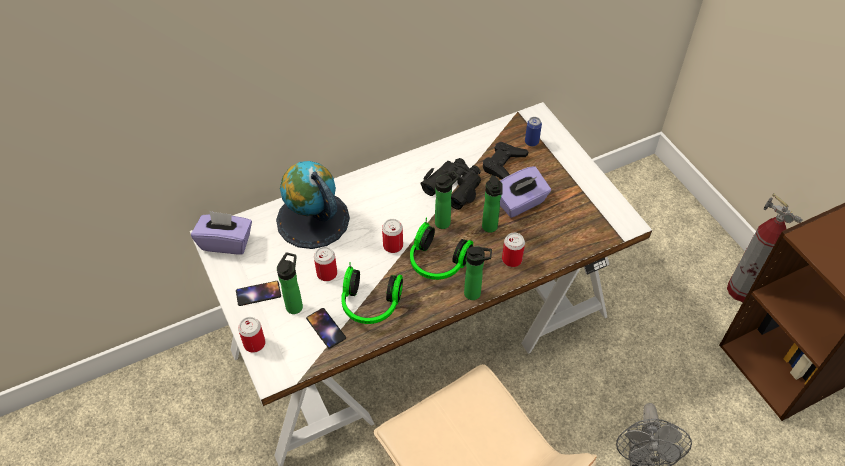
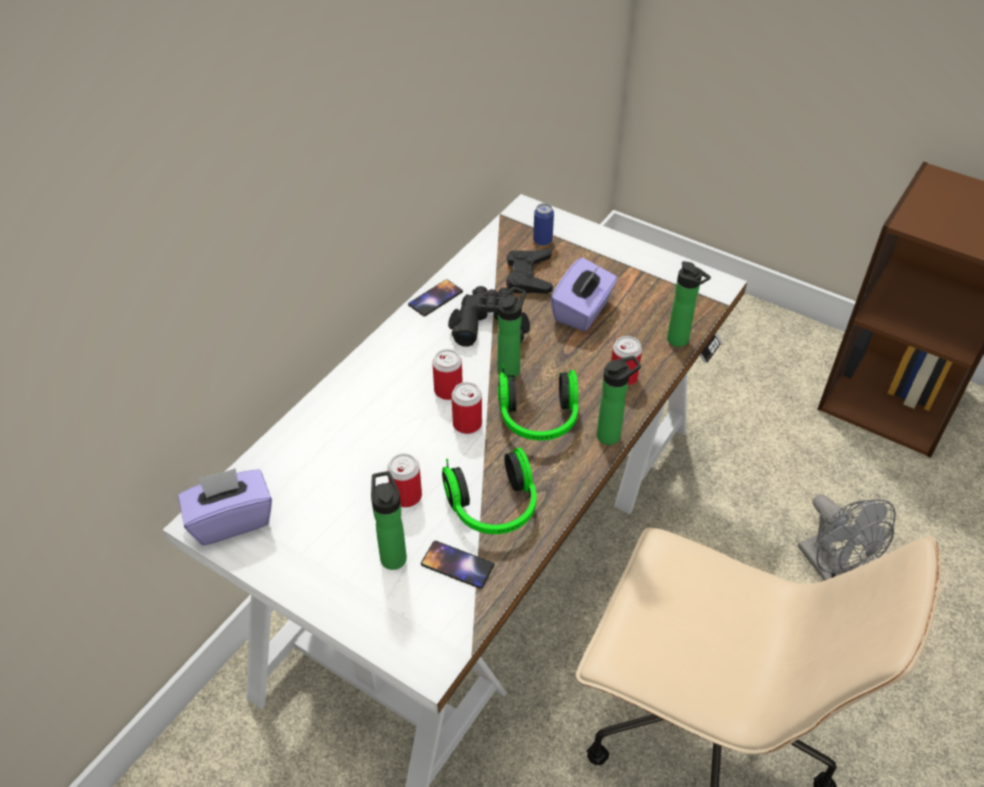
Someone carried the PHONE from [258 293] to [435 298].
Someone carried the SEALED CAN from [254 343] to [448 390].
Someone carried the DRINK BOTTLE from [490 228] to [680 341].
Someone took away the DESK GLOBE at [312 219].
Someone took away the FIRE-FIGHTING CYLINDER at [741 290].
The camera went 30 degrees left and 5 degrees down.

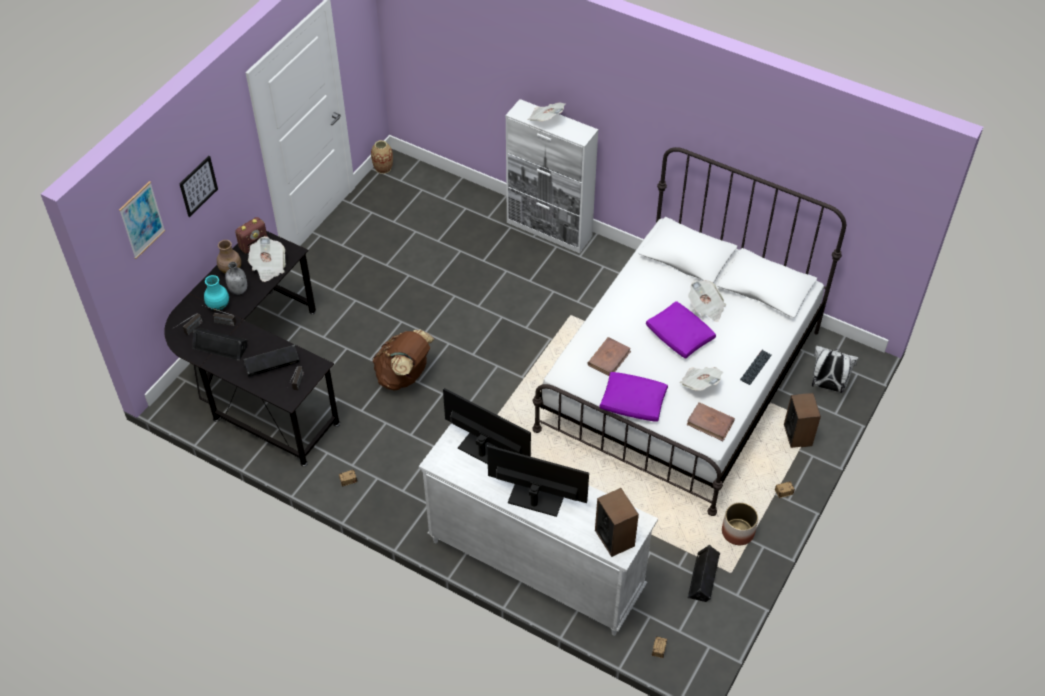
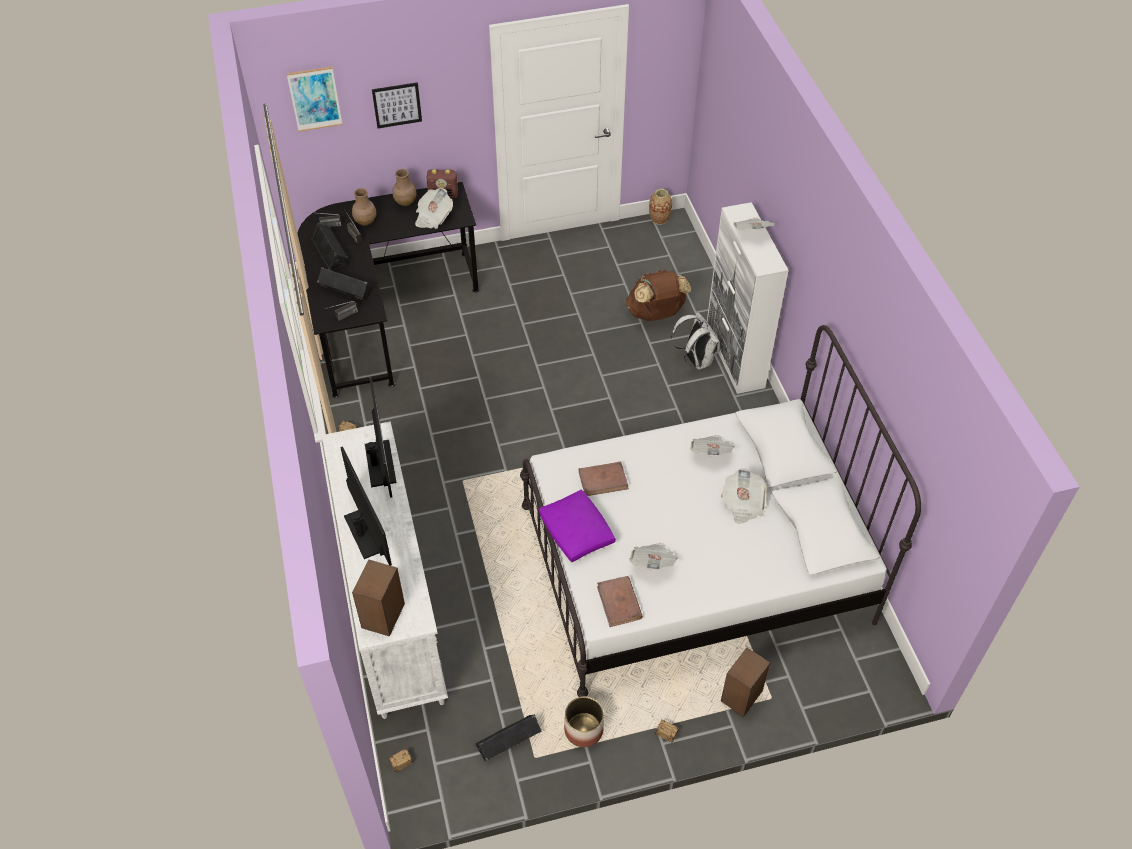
Someone repainted the TURQUOISE-COLOURED VASE at [218 306], which became the BROWN-COLOURED VASE at [365 221].
Someone carried the BROWN-COLOURED RUCKSACK from [404 376] to [655 314].
Someone carried the WHITE-COLOURED RUCKSACK from [827 386] to [695 360].
Someone put down the NEWSPAPER at [710 452].
Someone took away the GRAY DRINK BOTTLE at [239 290].
Someone took away the PURPLISH PILLOW at [680 336].
Someone took away the COMPUTER KEYBOARD at [755 367].
The camera went 45 degrees right and 0 degrees up.

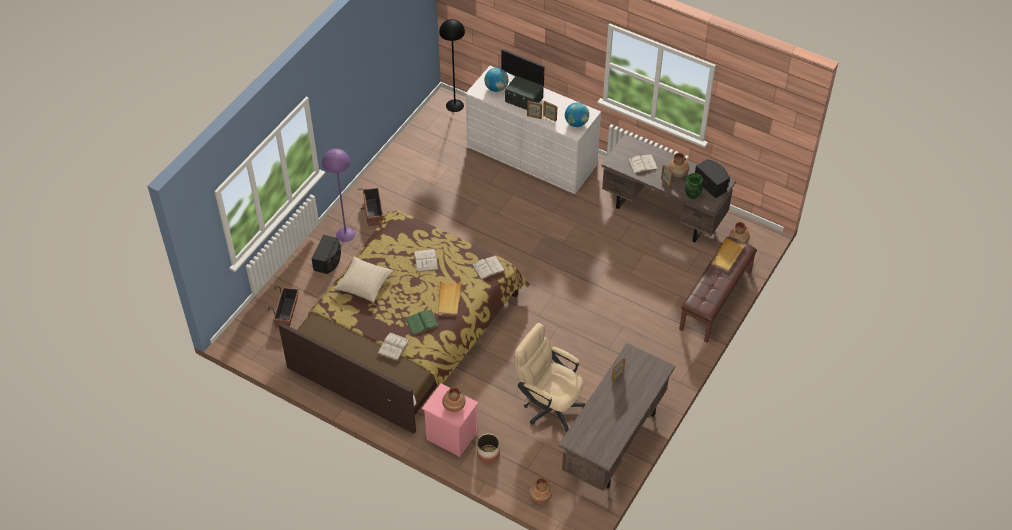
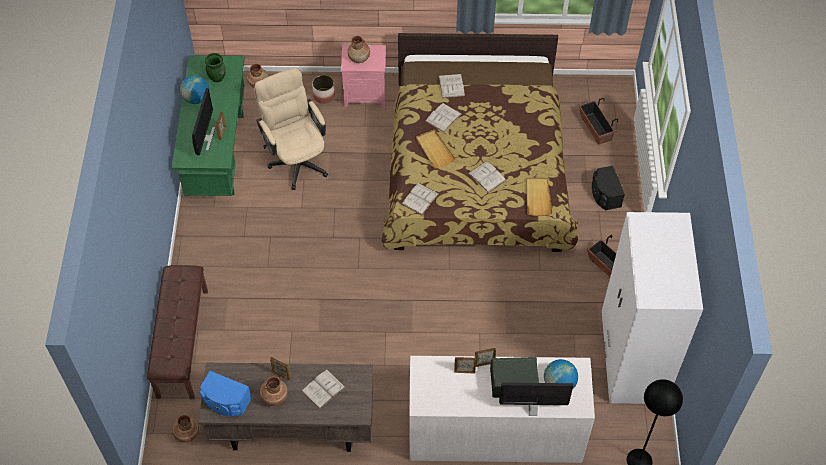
Someone repainted the BROWN-COLOURED DESK UNIT at [614 442], which became the GREENISH DESK UNIT at [218 153].
Someone carried the DESK GLOBE from [576 123] to [196 99].
Someone put down the COMPUTER DISPLAY at [205 138].
Someone repainted the BLACK-COLOURED SPEAKER at [712 184], which became the BLUISH SPEAKER at [226 401].
Someone carried the GREENISH VASE from [692 195] to [217 78].
Someone rotated the BEIGE OFFICE CHAIR at [549 404] by 120 degrees counterclockwise.
Someone repainted the GREENISH VOLUME at [422 322], which became the WHITE-COLOURED VOLUME at [443 117].
Someone carried the BEIGE TRAY from [727 255] to [538 197].
Someone put down the WHITE-COLOURED WARDROBE at [632 358].
Someone took away the PURPLISH STANDING LAMP at [345 234].
Someone took away the BEIGE PILLOW at [364 283].
The camera went 150 degrees right and 5 degrees up.

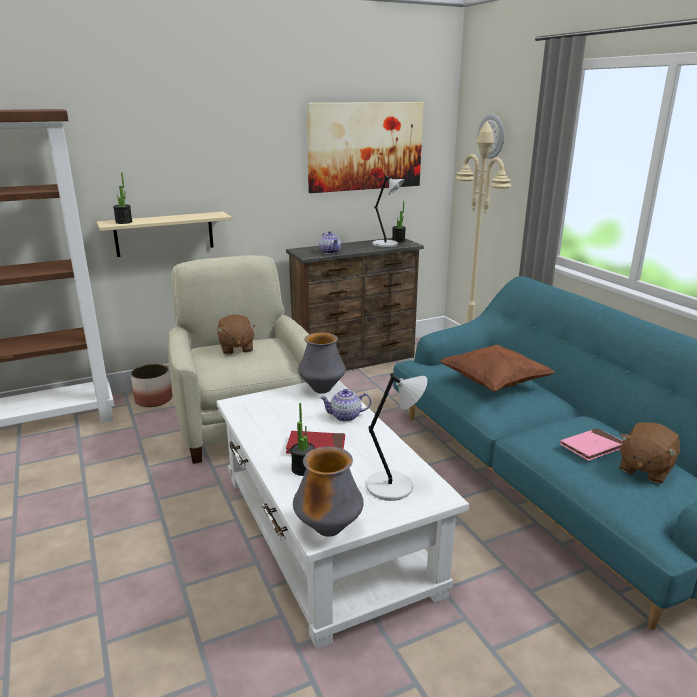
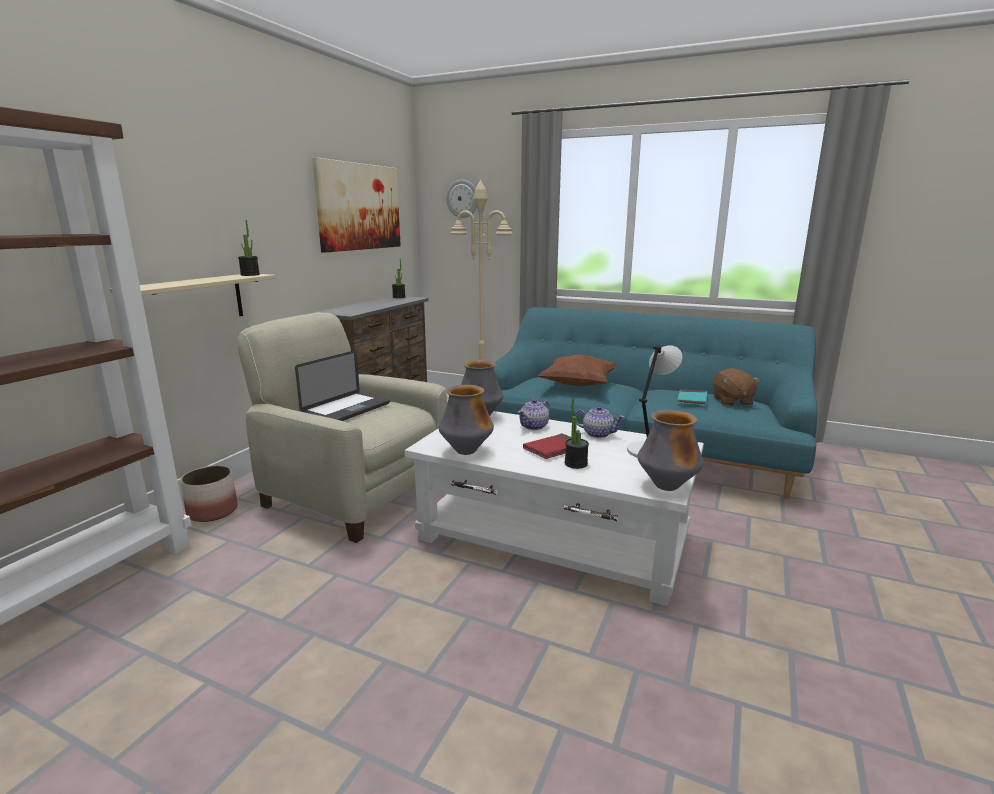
Someone carried the POTTED PLANT from [124 222] to [250 275].
Someone swapped the BROWN-COLOURED SOFT TOY at [236 348] for the PORTABLE COMPUTER at [346 409].
Someone put down the VASE at [466 451].
Someone carried the POT FOR TEA from [330 252] to [597 434].
Someone repainted the PINKISH VOLUME at [592 447], which became the TURQUOISE-COLOURED VOLUME at [692 399].
Someone took away the GRAY TABLE LAMP at [386 244].
The camera went 40 degrees left and 5 degrees down.

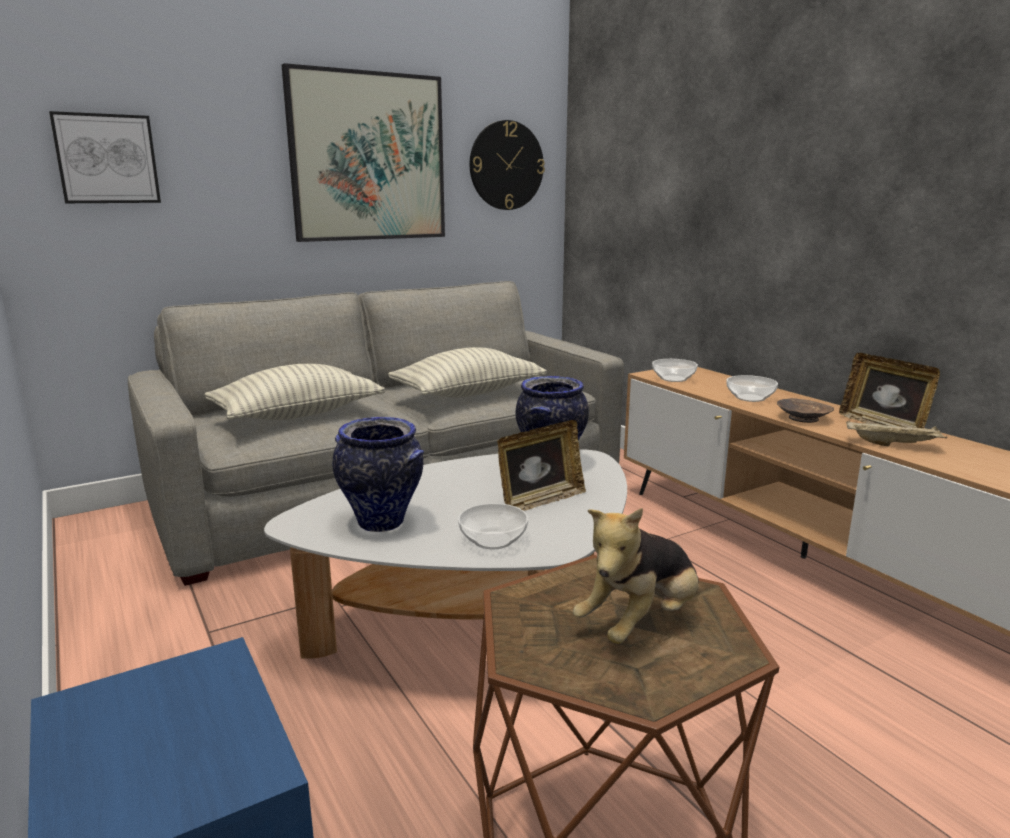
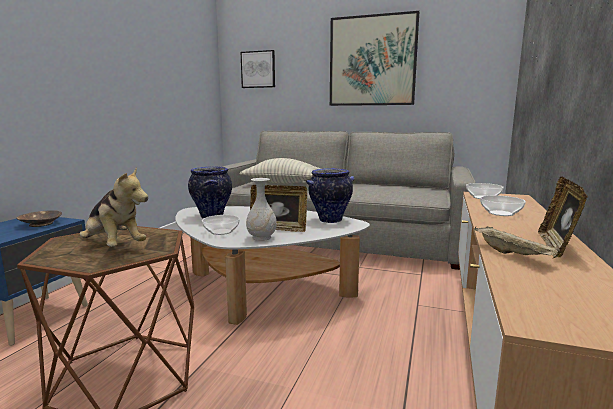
Someone carried the BROWN-COLOURED DEEP DISH from [803 418] to [40 224].
Someone rotated the SOFT TOY at [641 623] by 150 degrees counterclockwise.
Someone put down the WHITE-COLOURED VASE at [262 238].
Someone took away the PILLOW at [468 394].
Someone took away the WALL CLOCK at [506 165].
The camera went 50 degrees right and 5 degrees down.

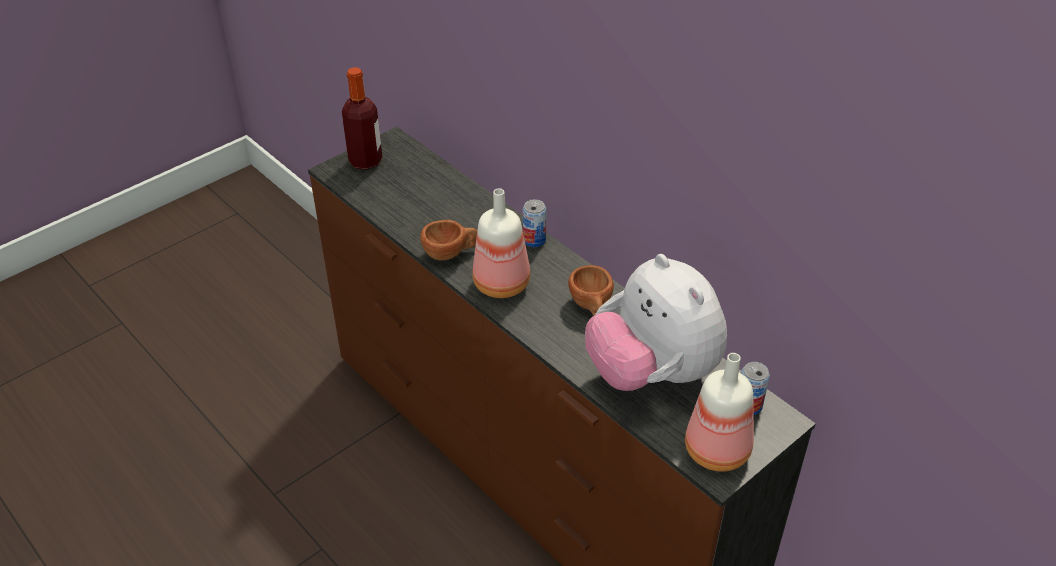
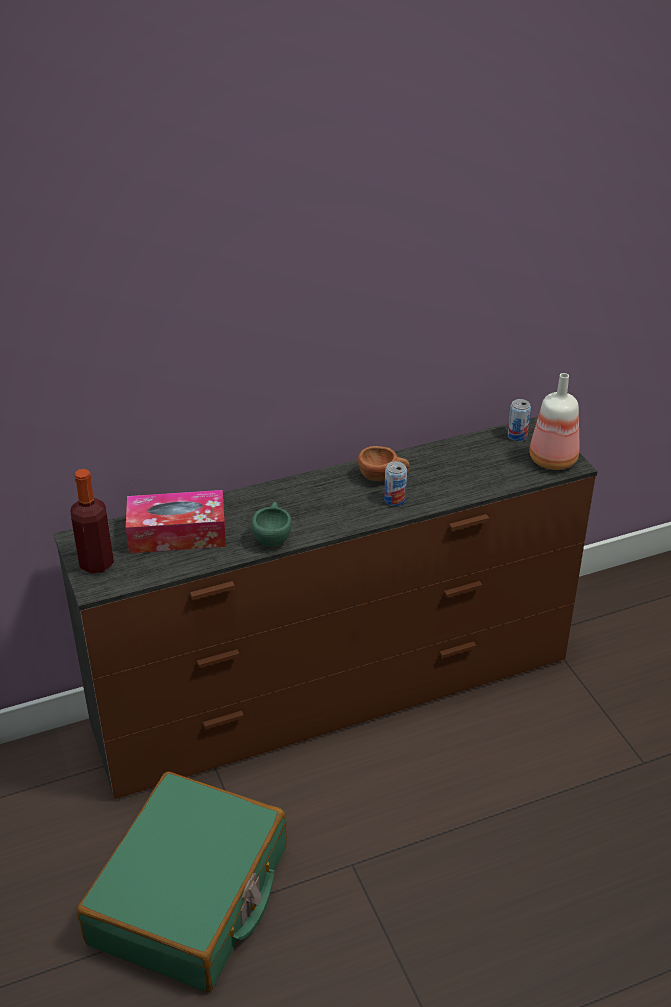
Someone put down the GREENISH SUITCASE at [190 896].
Someone put down the TISSUE BOX at [177 534].
Someone repainted the BROWN-COLOURED DRINKING CUP at [450 253], which became the GREENISH DRINKING CUP at [273 536].
Someone carried the SEALED CAN from [534 240] to [394 500].
Someone took away the DRINK BOTTLE at [502 282].
Someone took away the SOFT TOY at [652 373].
The camera went 70 degrees left and 5 degrees down.

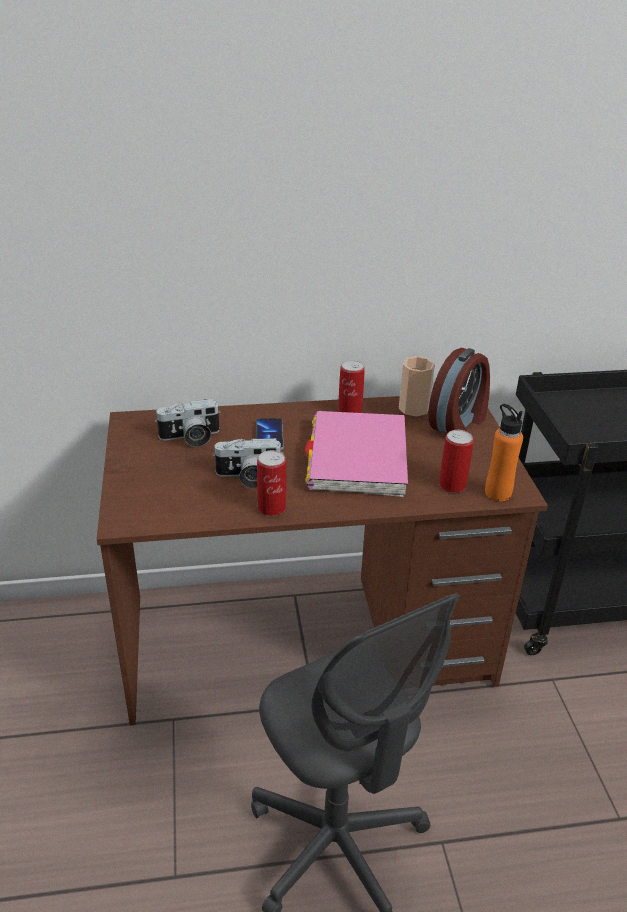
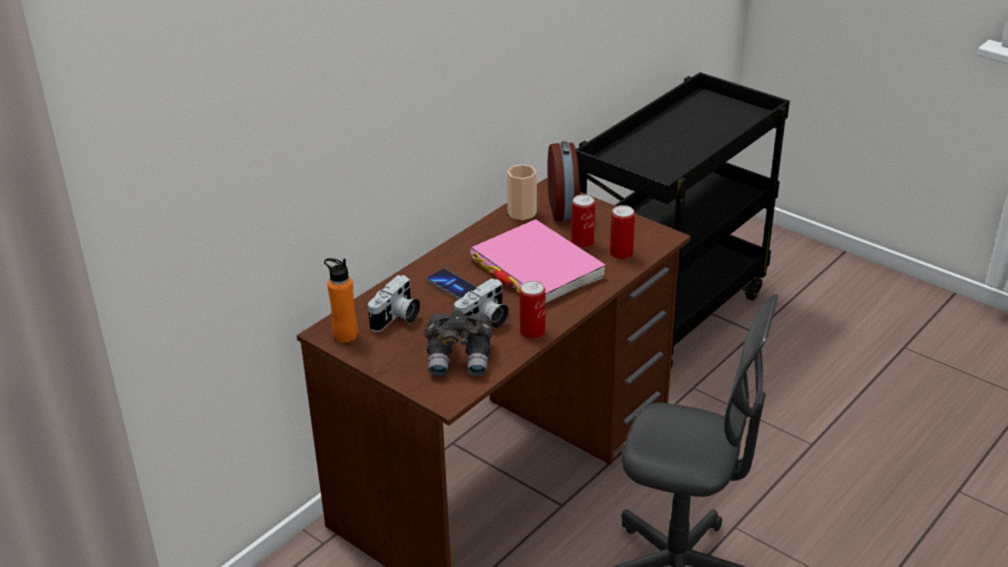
Someone carried the ORANGE-COLOURED DRINK BOTTLE from [497 493] to [345 335].
Someone put down the GRAY FIELD GLASSES at [460 358].
Someone carried the SEALED CAN from [350 410] to [582 242].
The camera went 40 degrees left and 0 degrees up.

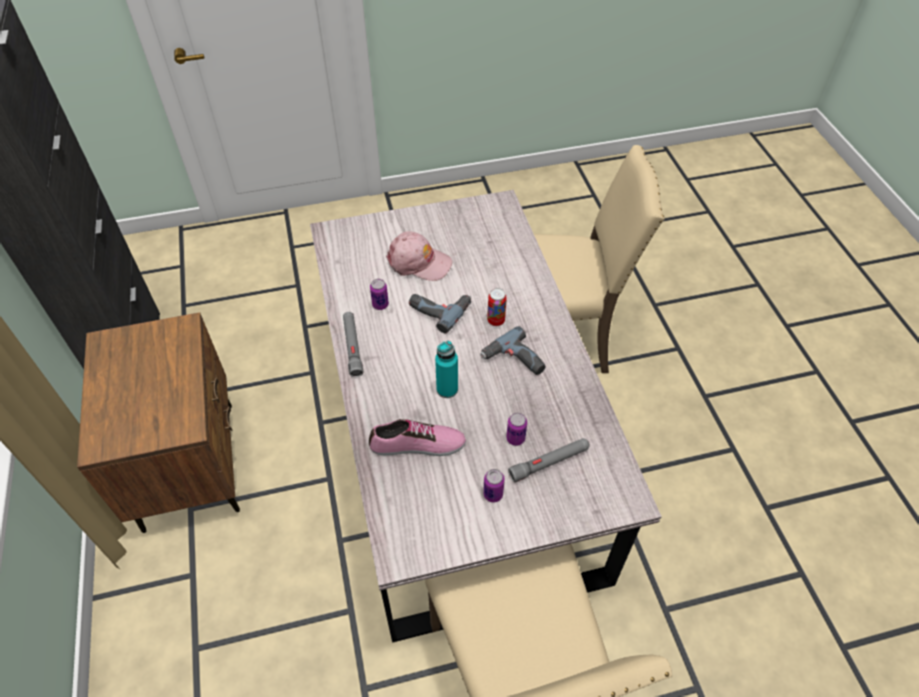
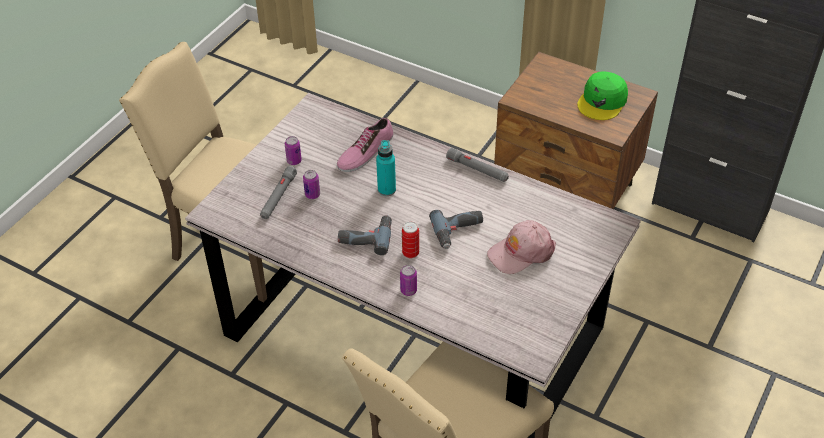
Someone carried the SEALED CAN from [380 305] to [408 290].
Someone put down the GREENISH CAP at [602 101].
The camera went 135 degrees right and 5 degrees down.

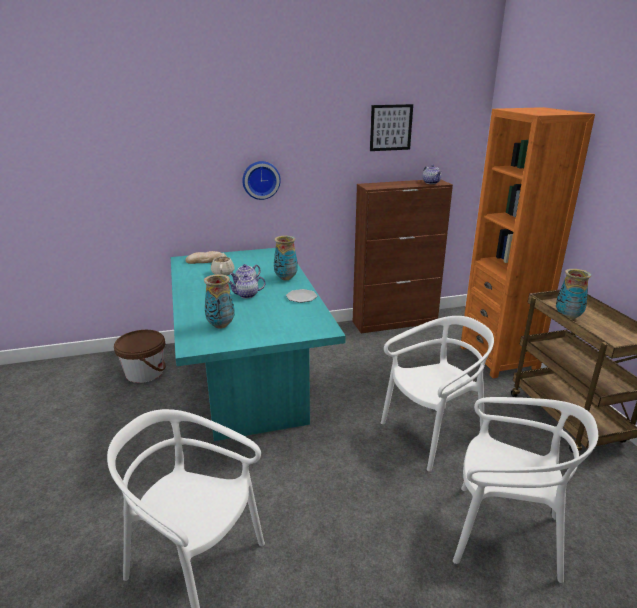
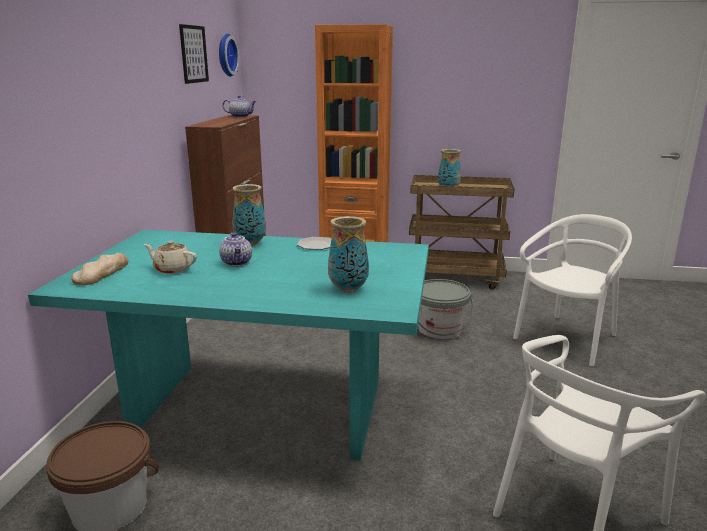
Someone carried the WALL CLOCK from [261 180] to [225 55].
Someone swapped the WHITE-COLOURED PLAIN CHAIR at [432 434] for the GRAY WATER BUCKET at [439 329].
Someone took away the POT FOR TEA at [247 295].
The camera went 65 degrees left and 5 degrees down.

